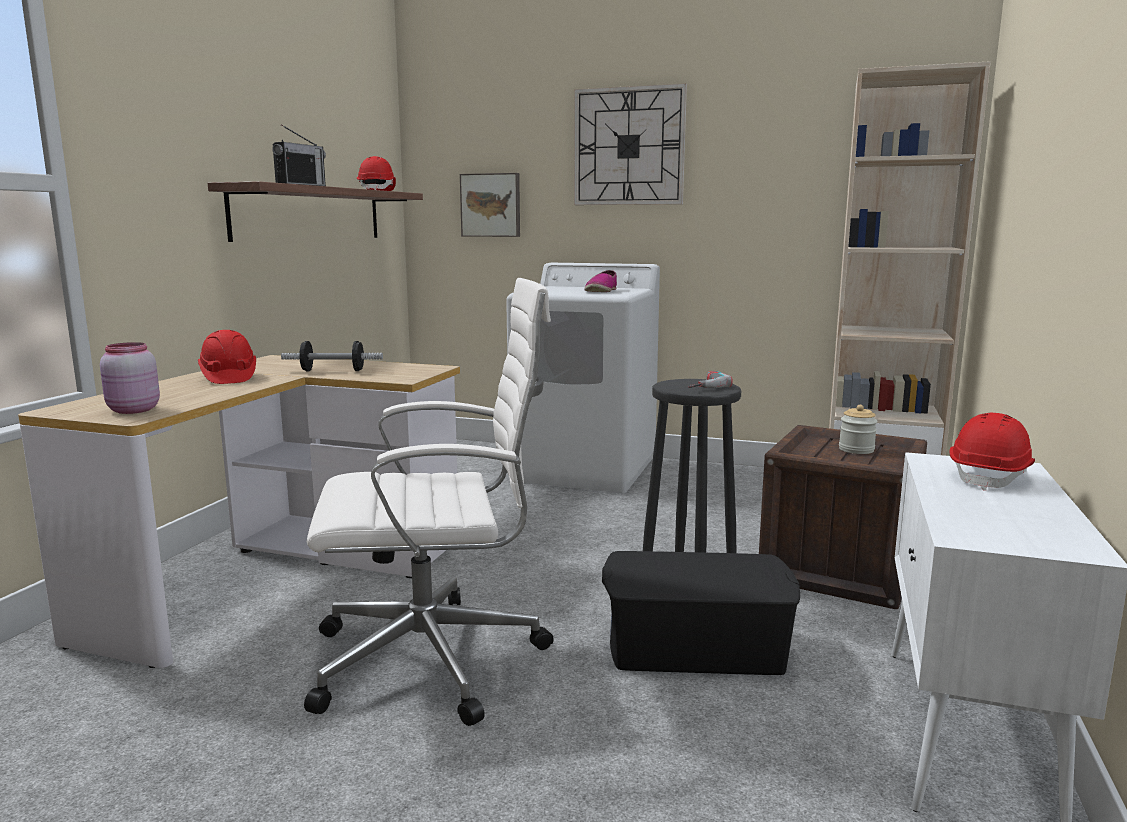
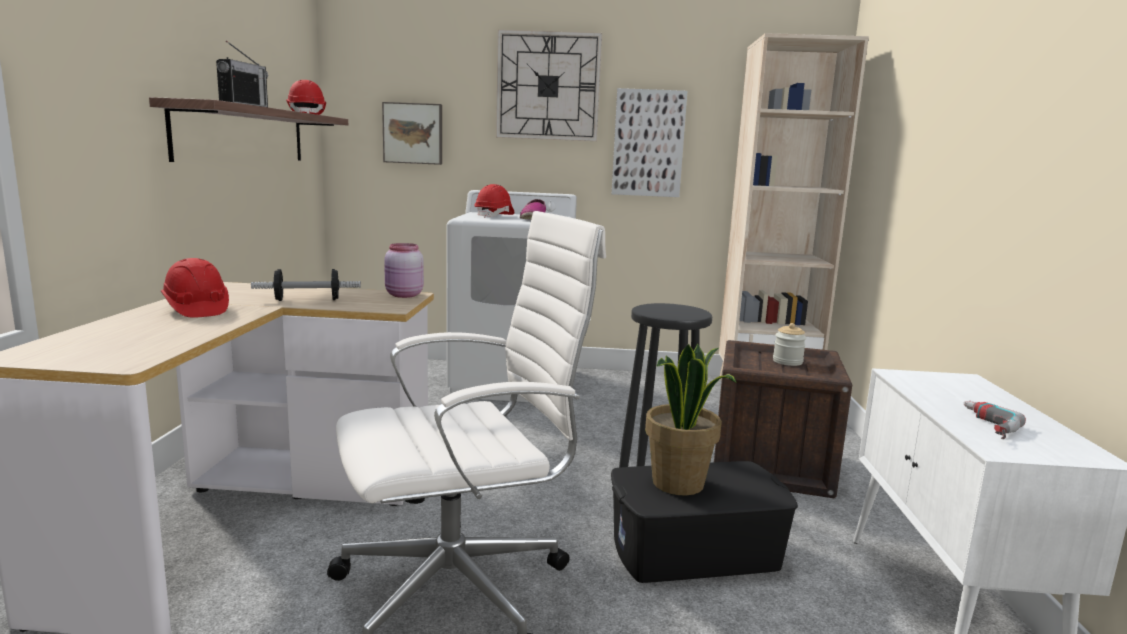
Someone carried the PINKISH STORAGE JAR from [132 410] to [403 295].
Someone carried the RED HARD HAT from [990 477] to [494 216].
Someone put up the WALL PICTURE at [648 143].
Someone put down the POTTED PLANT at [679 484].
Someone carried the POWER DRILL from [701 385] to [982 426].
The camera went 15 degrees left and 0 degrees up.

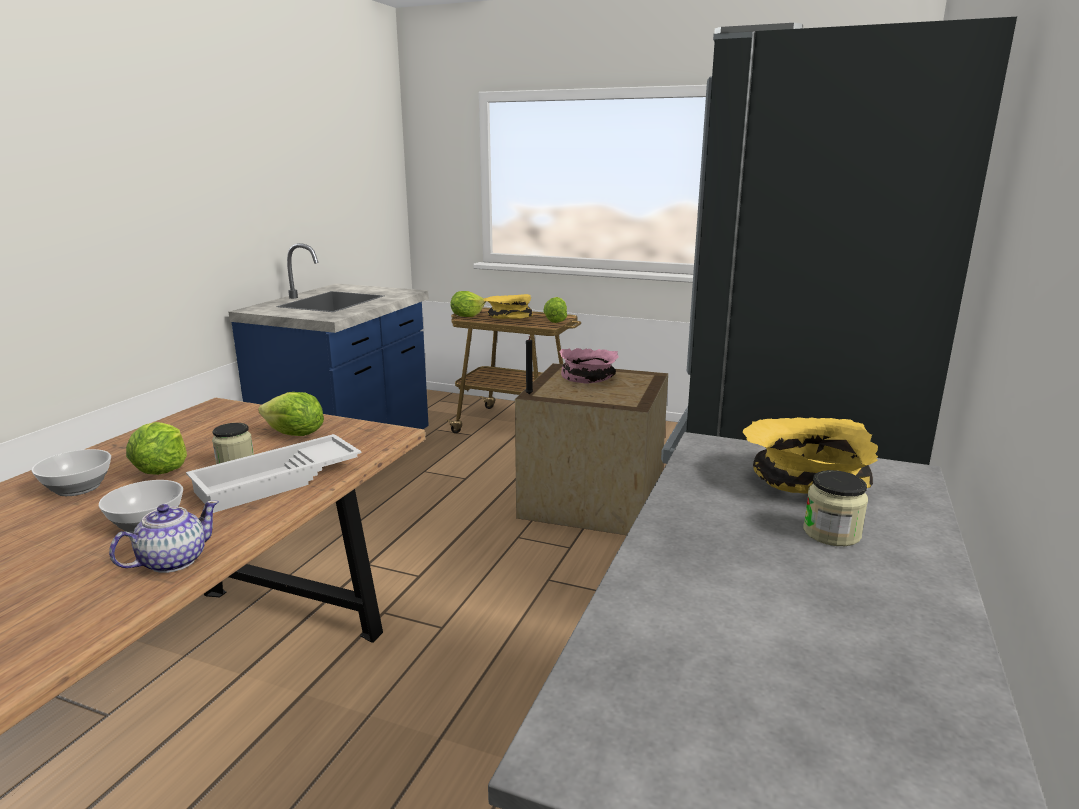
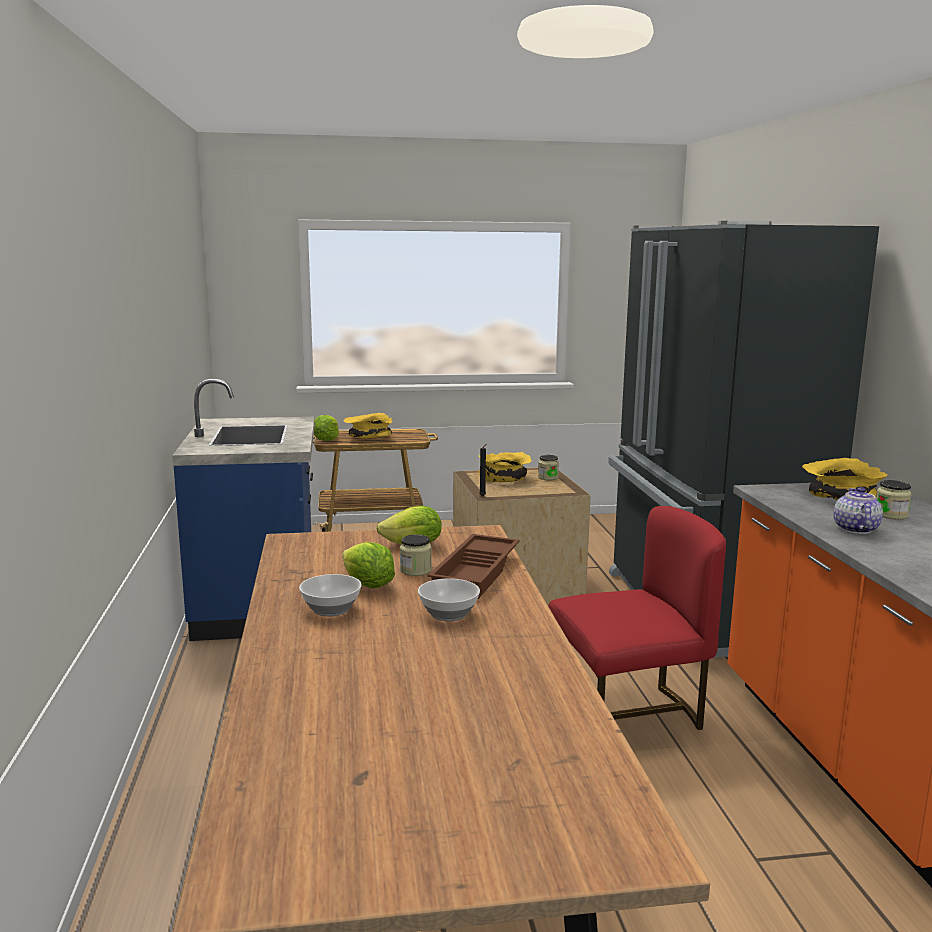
Someone repainted the WHITE-COLOURED TRAY at [278 481], which became the BROWN-COLOURED TRAY at [477 573].
Someone repainted the PINKISH DEEP DISH at [589 378], which became the YELLOWISH DEEP DISH at [505 478].
Someone put down the STORAGE JAR at [548 477].
Someone put down the RED PLAIN CHAIR at [628 716].
Someone carried the POT FOR TEA from [172 561] to [855 529].
Someone took away the HEAD OF LETTUCE at [556 320].
The camera went 30 degrees left and 5 degrees down.

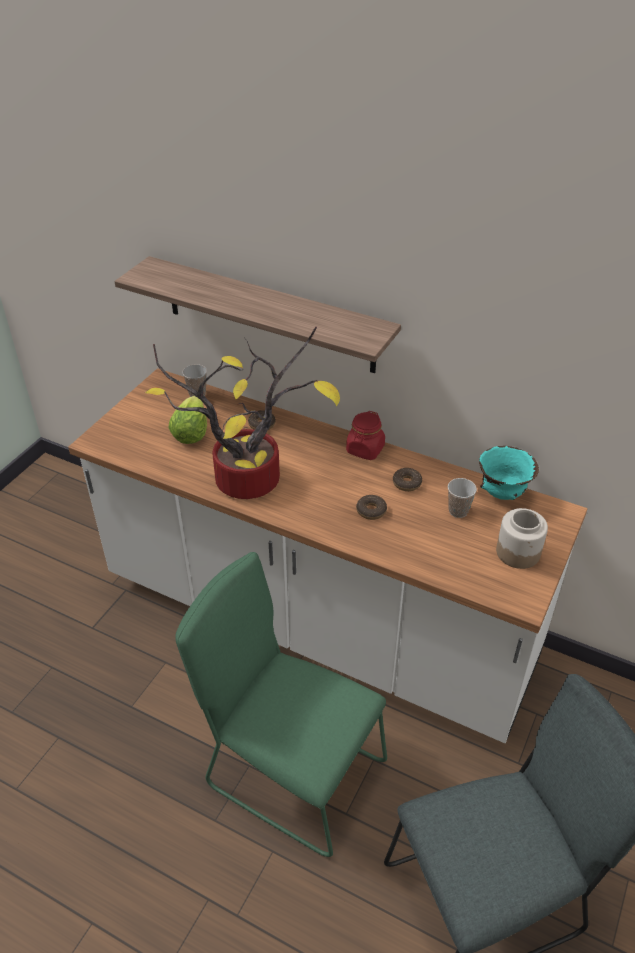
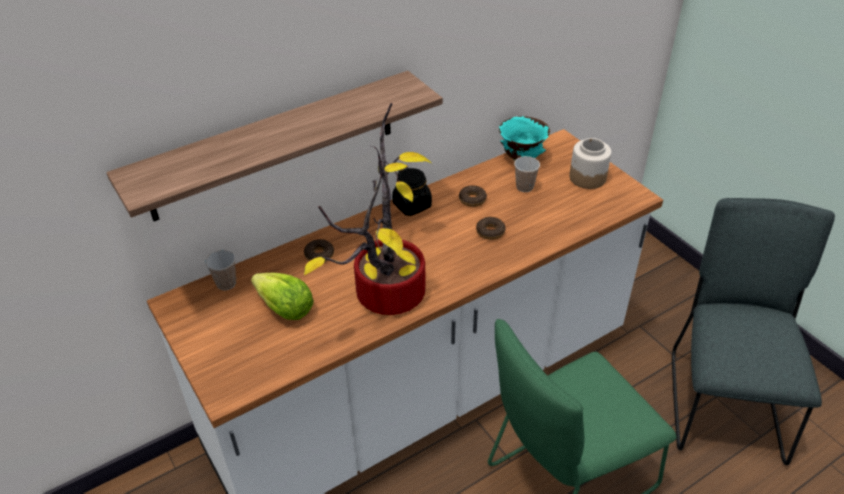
Someone repainted the RED STORAGE JAR at [365 449], which became the BLACK-COLOURED STORAGE JAR at [412 205].
The camera went 60 degrees left and 0 degrees up.

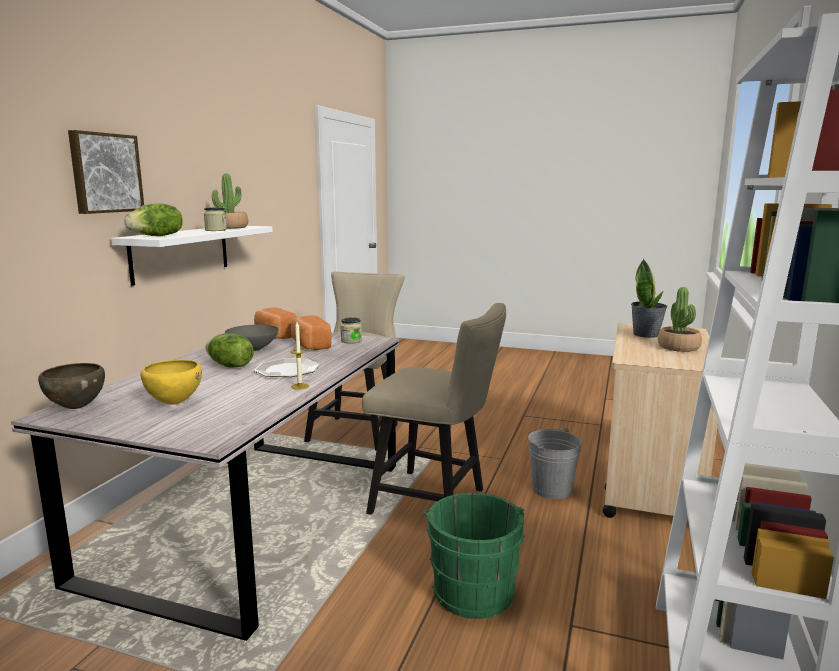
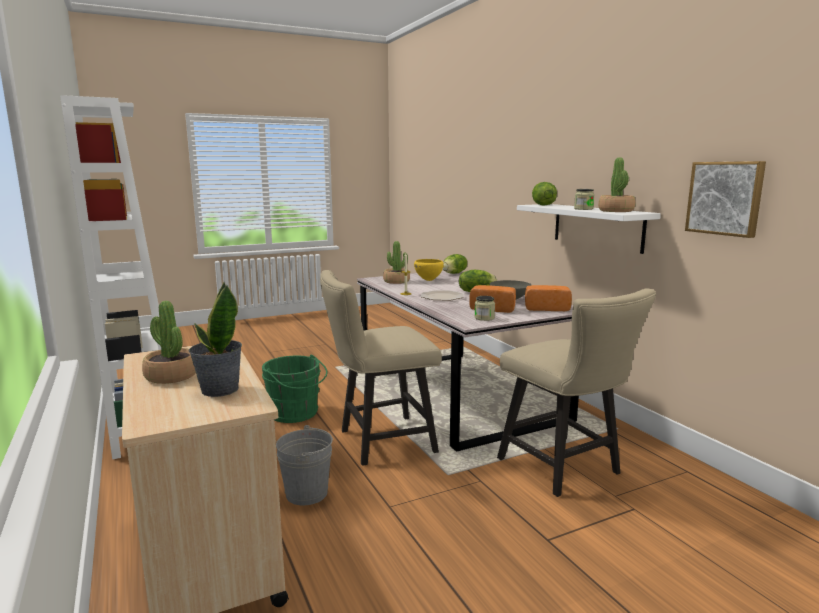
Someone put down the POTTED PLANT at [396 281].
Someone swapped the BROWN-COLOURED DEEP DISH at [76 407] for the HEAD OF LETTUCE at [454 273].
Someone carried the WALL PICTURE from [105 173] to [725 198].
The camera went 135 degrees right and 0 degrees up.

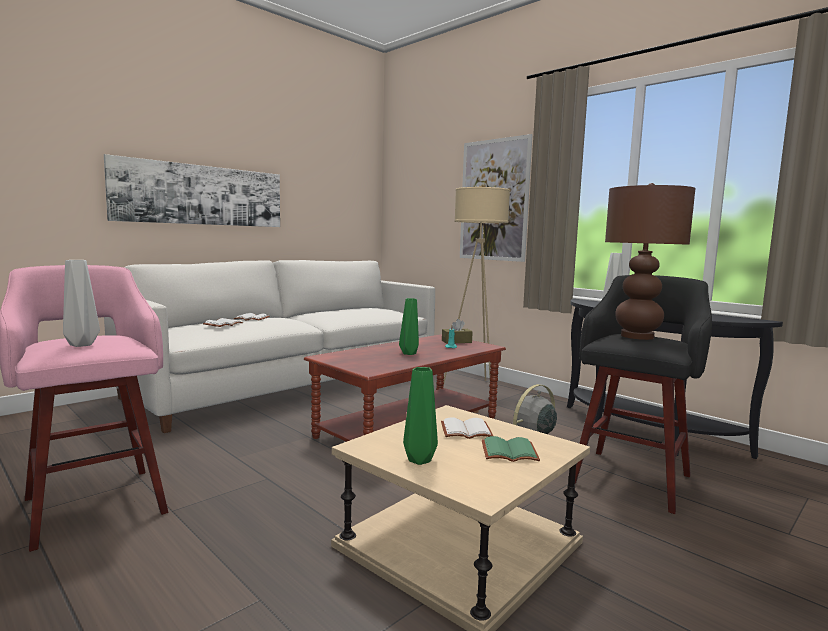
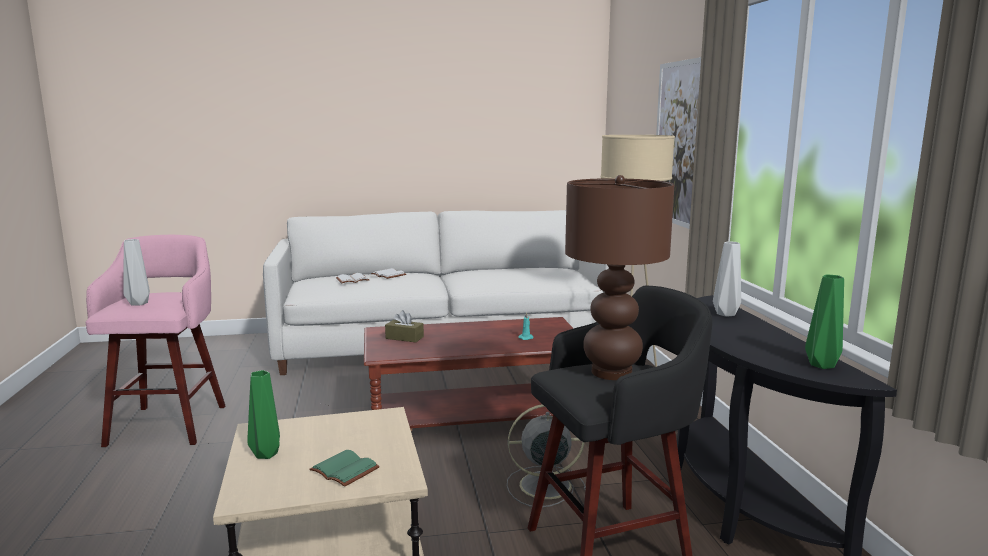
Someone carried the BROWN-COLOURED TISSUE BOX from [456 341] to [404 338].
Someone carried the GREENISH VASE from [408 353] to [820 365].
Someone took away the WALL PICTURE at [201 195].
Someone took away the WHITE-COLOURED VOLUME at [466 430].
The camera went 35 degrees right and 5 degrees up.

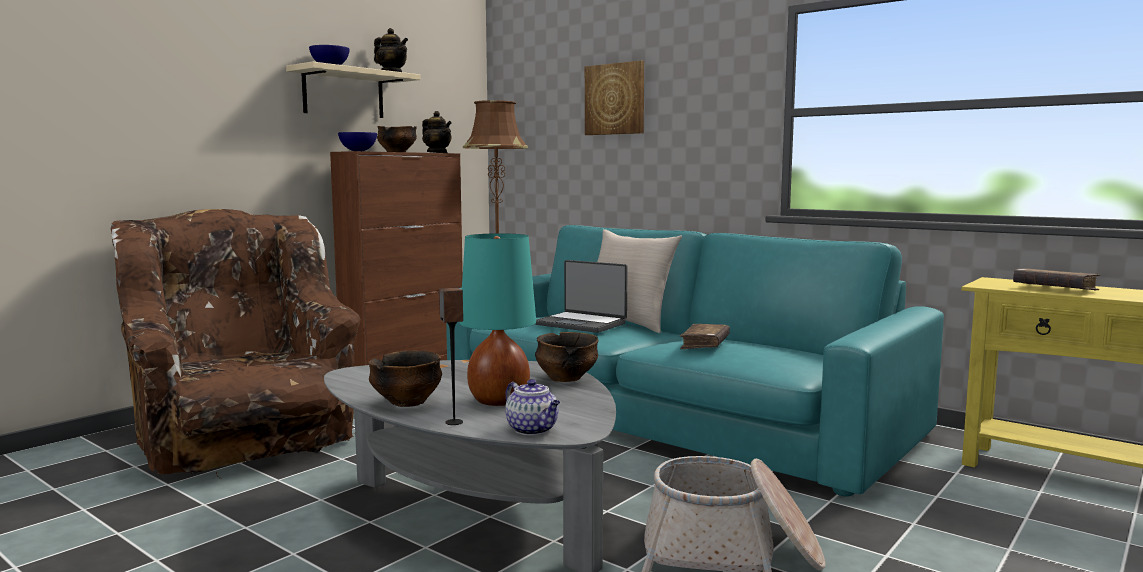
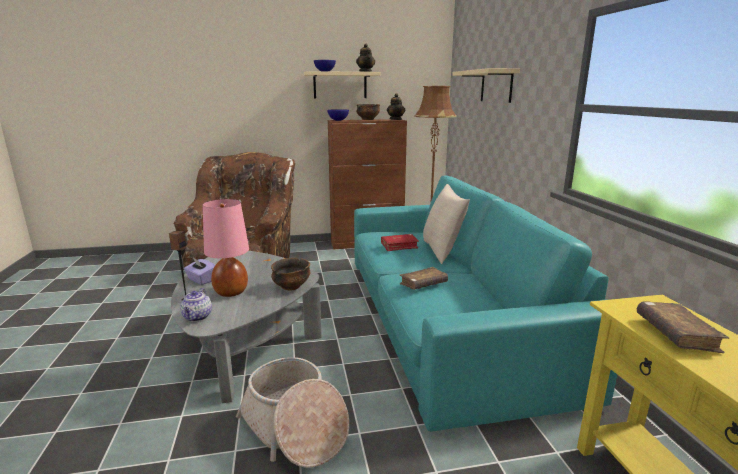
Someone swapped the DEEP DISH at [407 403] for the PURPLISH TISSUE BOX at [201 280].
Someone repainted the TURQUOISE-COLOURED TABLE LAMP at [499 401], which became the PINKISH TABLE LAMP at [231 292].
Someone swapped the PORTABLE COMPUTER at [582 324] for the RED VOLUME at [399 246].
Someone swapped the WALL PICTURE at [615 99] for the BEIGE SHELF at [496 86].
The camera went 40 degrees right and 10 degrees up.

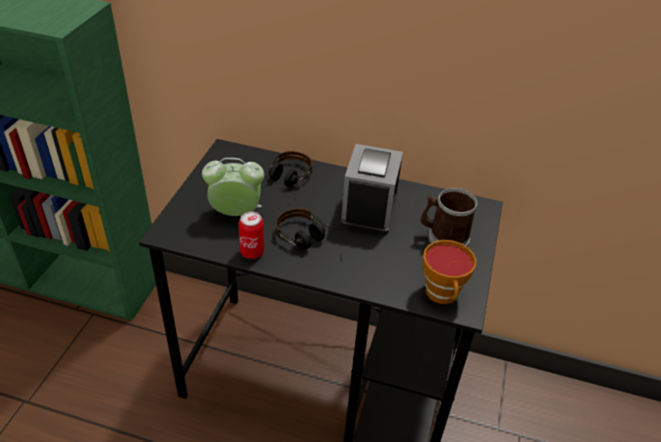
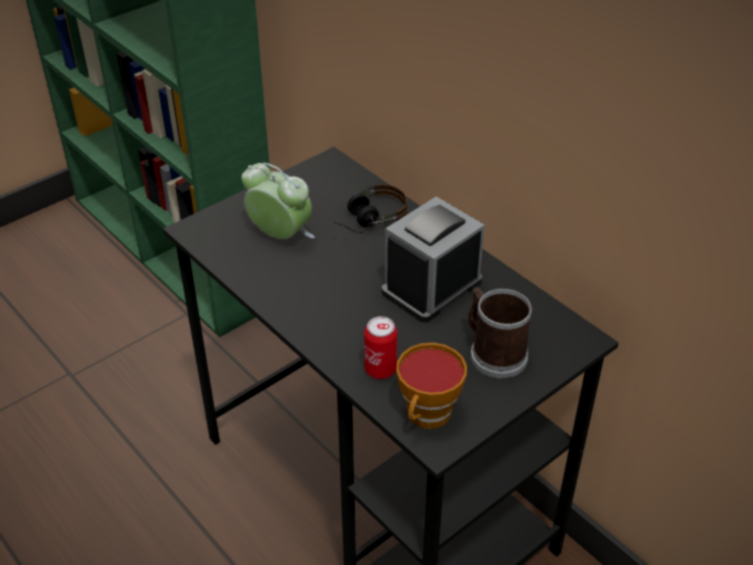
Someone carried the SEALED CAN from [252 252] to [380 369].
Someone took away the HEADSET at [311 240].
The camera went 35 degrees right and 0 degrees up.

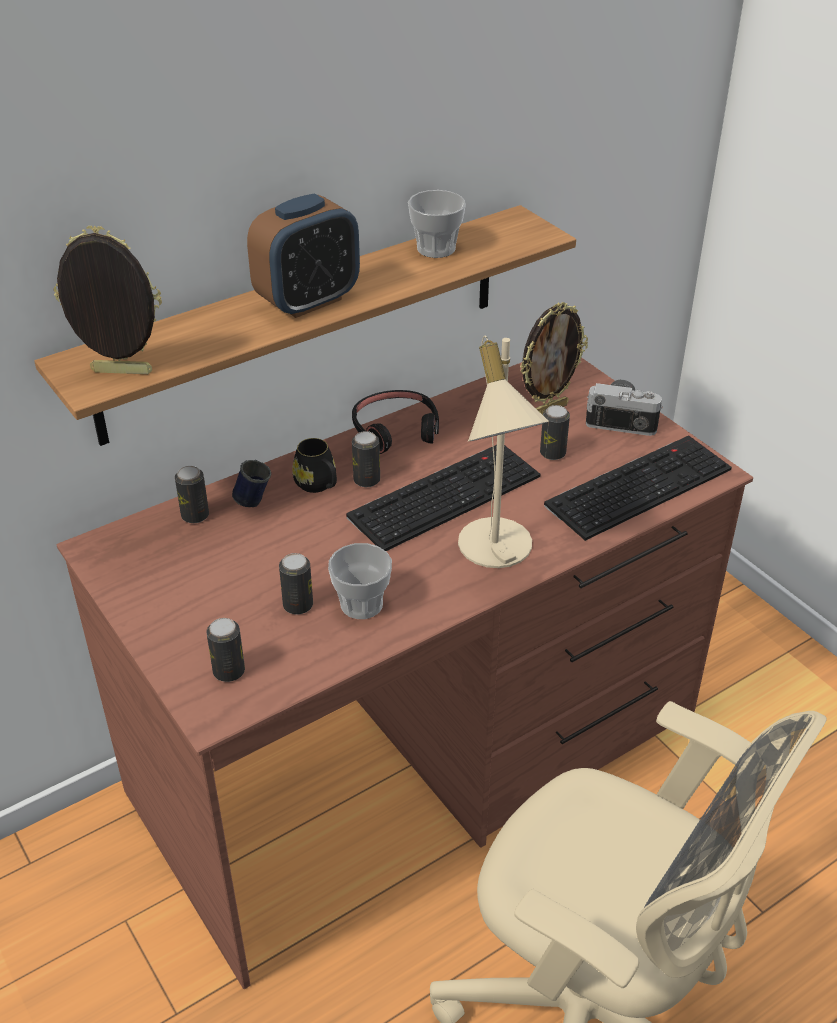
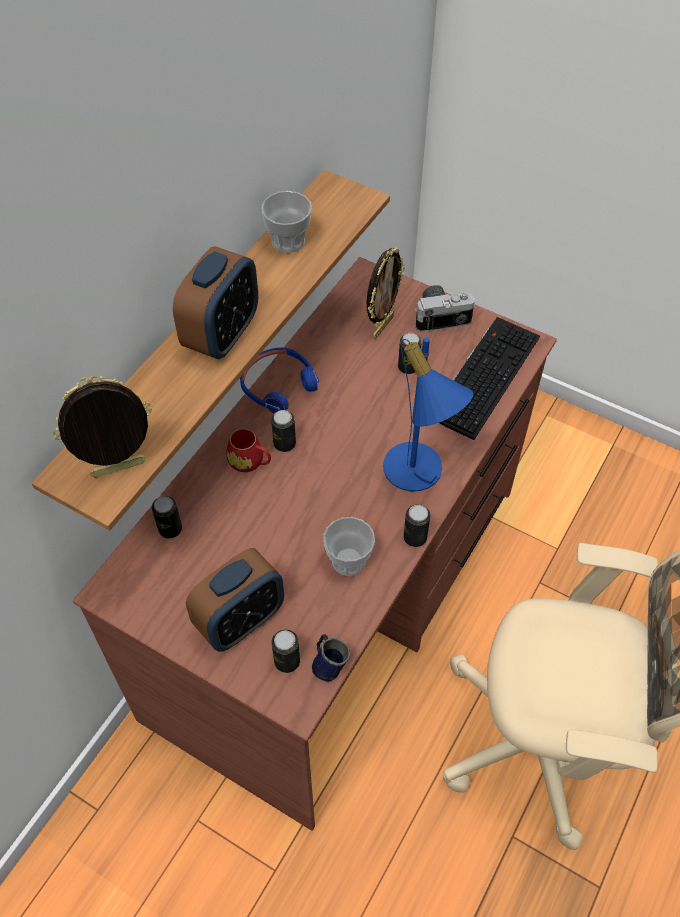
Someone put down the ALARM CLOCK at [240 620].
Someone repainted the BLACK-COLOURED MUG at [318 485], which became the RED MUG at [250 462].
Someone repainted the BLACK-COLOURED HEADSET at [396 429], which became the BLUISH HEADSET at [278 386].
Someone carried the BLUISH MUG from [254 498] to [328 664].
Someone repainted the BEIGE TABLE LAMP at [496 553], which became the BLUISH TABLE LAMP at [418 476].
Someone carried the SEALED CAN from [298 605] to [415 537].
Someone took away the COMPUTER KEYBOARD at [445 494].
The camera went 25 degrees left and 15 degrees up.

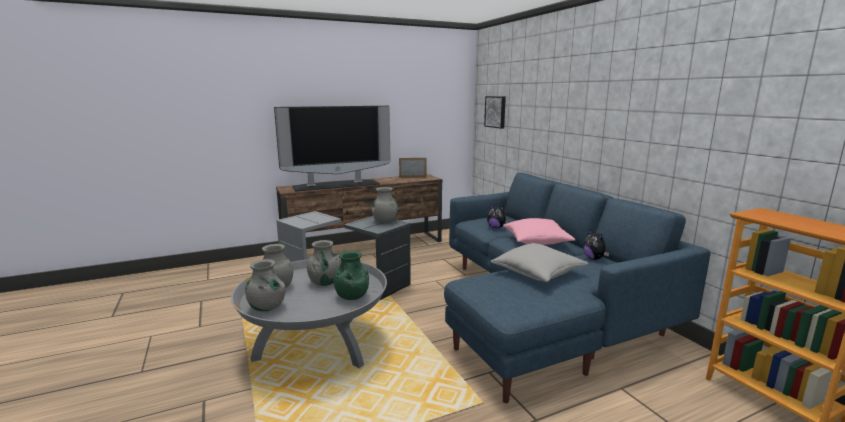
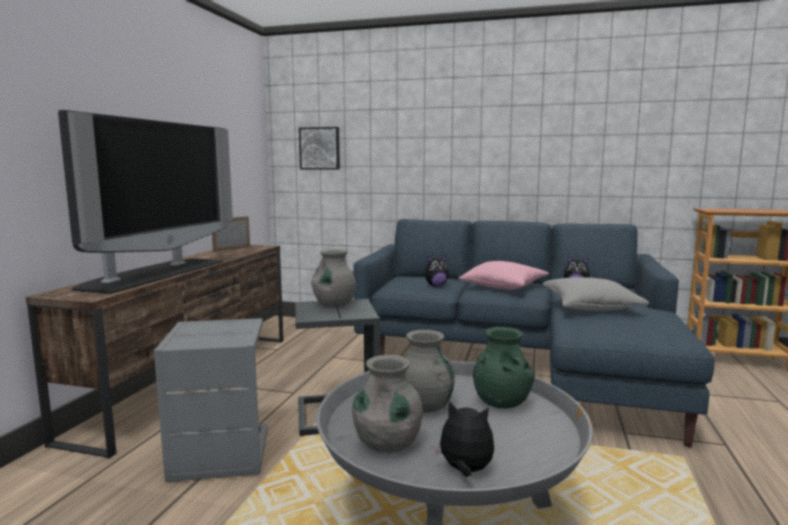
Someone swapped the GRAY VASE at [267 307] for the SOFT TOY at [465 471].
The camera went 50 degrees left and 5 degrees down.

